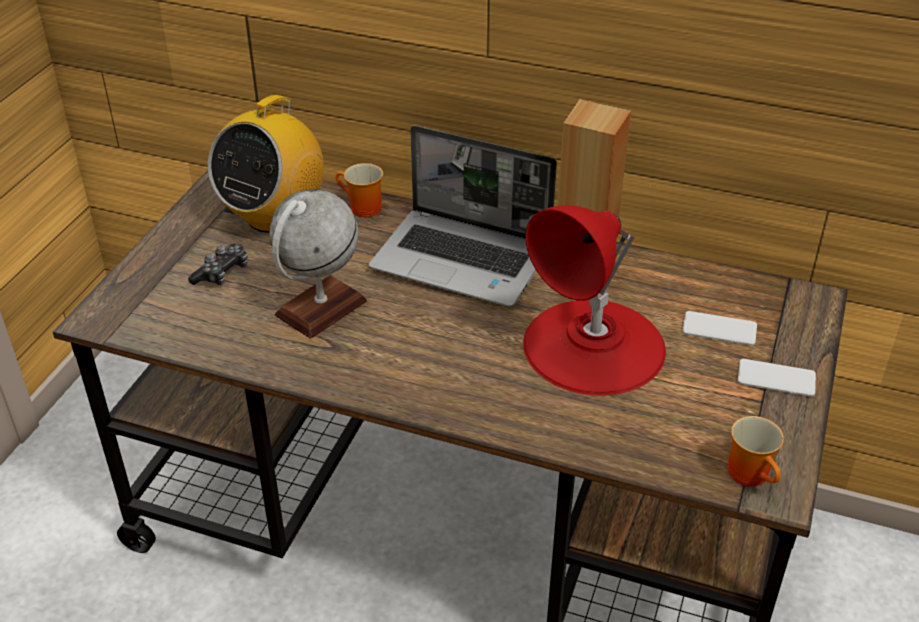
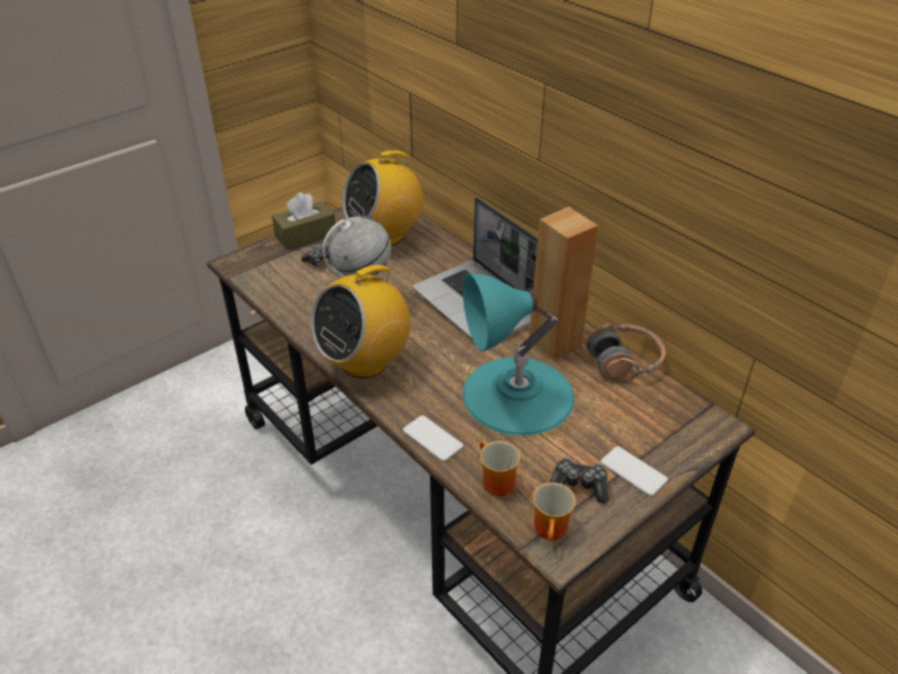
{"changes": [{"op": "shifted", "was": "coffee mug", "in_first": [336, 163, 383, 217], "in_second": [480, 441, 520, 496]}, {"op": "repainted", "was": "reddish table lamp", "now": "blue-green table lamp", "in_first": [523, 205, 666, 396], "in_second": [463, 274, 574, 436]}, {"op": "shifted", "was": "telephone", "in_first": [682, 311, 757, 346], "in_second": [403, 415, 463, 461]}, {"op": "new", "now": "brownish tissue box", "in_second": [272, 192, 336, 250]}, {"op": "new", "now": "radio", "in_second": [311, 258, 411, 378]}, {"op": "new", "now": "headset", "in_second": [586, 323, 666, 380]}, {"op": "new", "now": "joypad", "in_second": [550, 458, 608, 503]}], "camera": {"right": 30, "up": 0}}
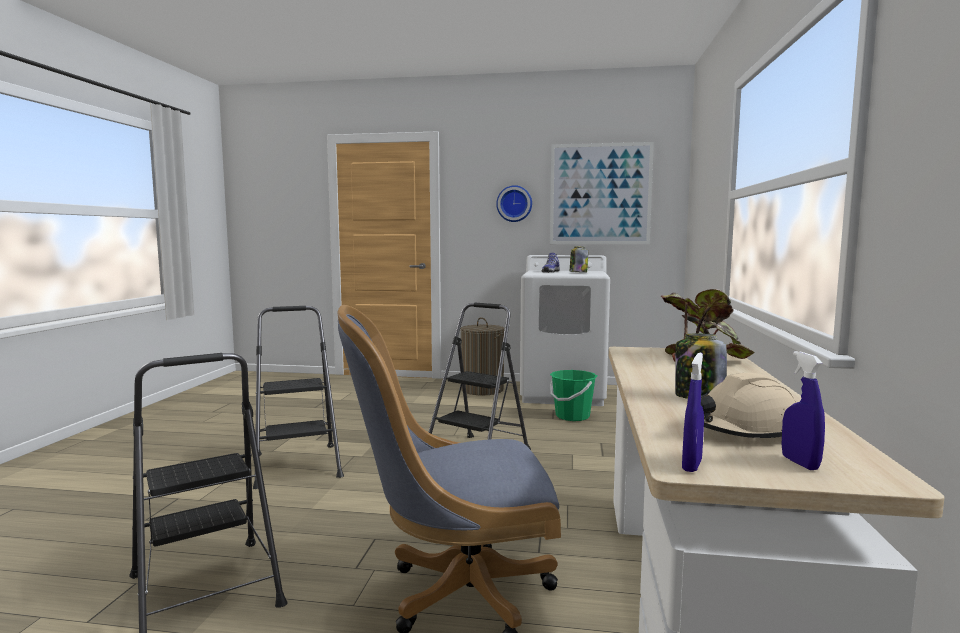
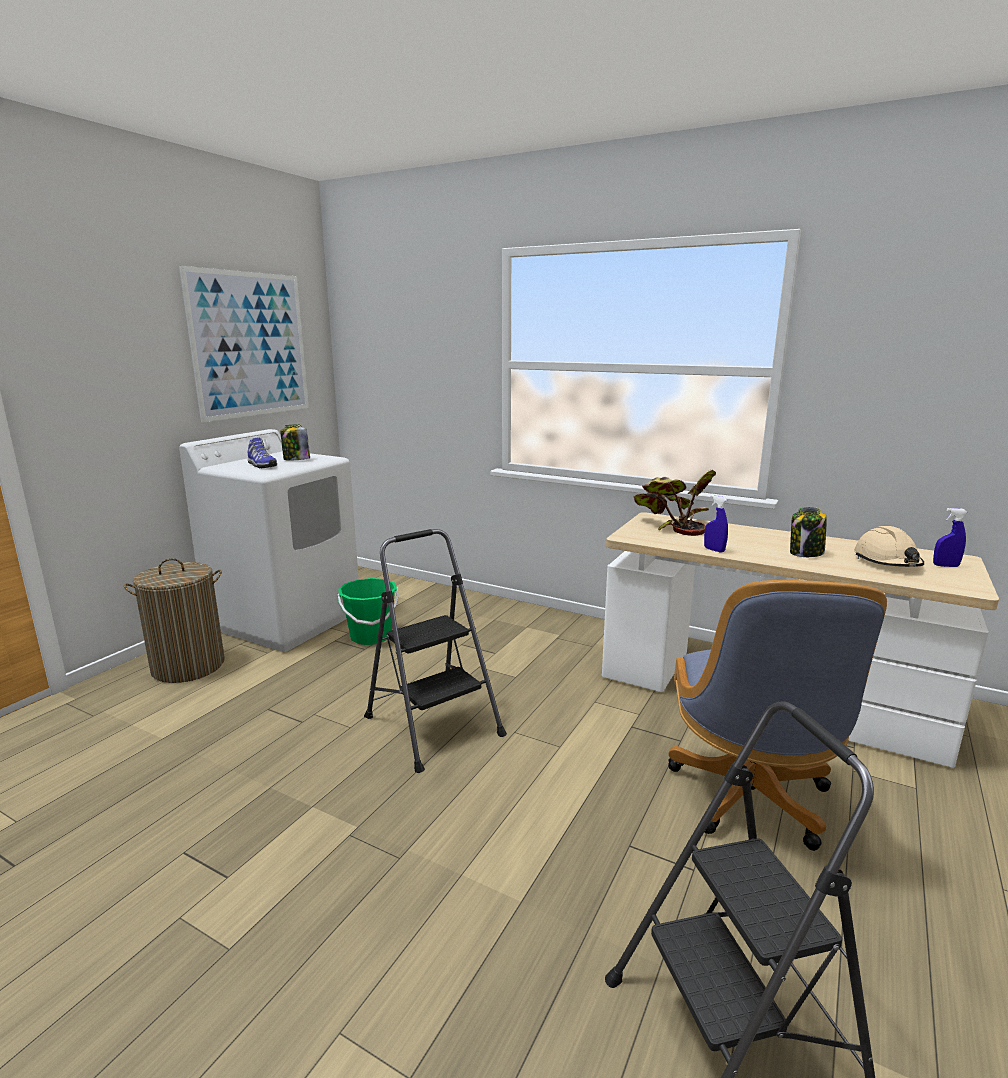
{"changes": [{"op": "gone", "was": "clock on the wall", "in_first": [496, 185, 532, 222]}, {"op": "gone", "was": "black-coloured step stool", "in_first": [253, 306, 344, 489]}, {"op": "shifted", "was": "blue spray bottle", "in_first": [682, 353, 704, 472], "in_second": [704, 495, 728, 553]}], "camera": {"right": -70, "up": 10}}
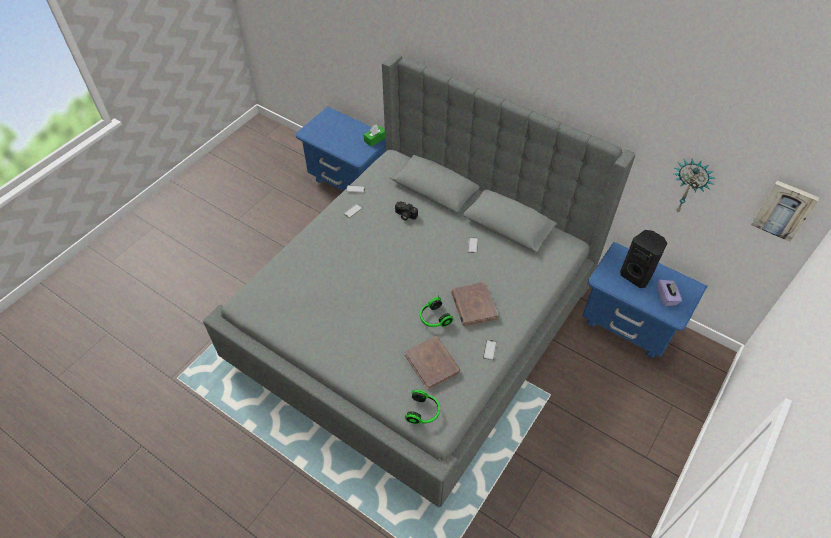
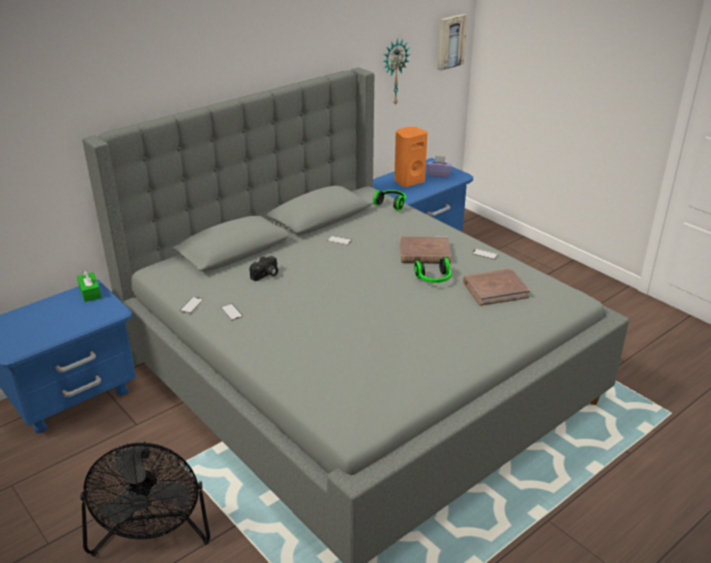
{"changes": [{"op": "repainted", "was": "black-coloured audio speaker", "now": "orangey audio speaker", "in_first": [620, 230, 667, 288], "in_second": [394, 127, 428, 187]}, {"op": "shifted", "was": "headset", "in_first": [405, 390, 440, 424], "in_second": [373, 190, 406, 211]}, {"op": "new", "now": "black-coloured electric fan", "in_second": [80, 441, 210, 557]}], "camera": {"right": -75, "up": -20}}
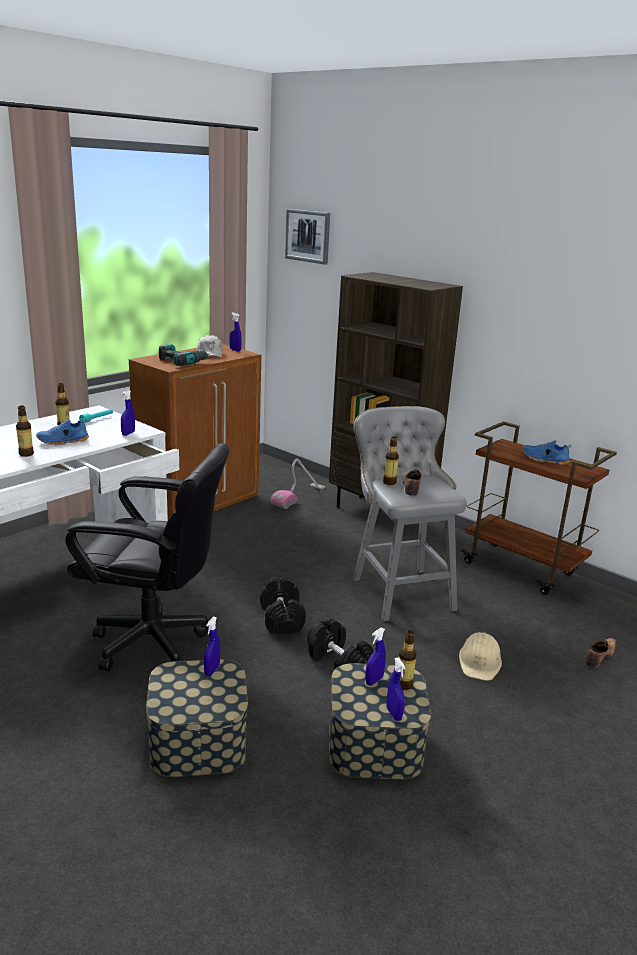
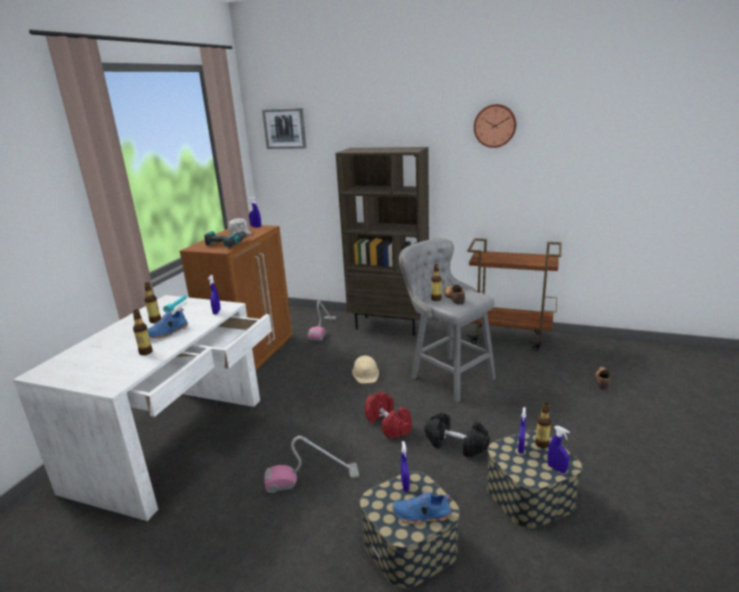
{"changes": [{"op": "shifted", "was": "blue item of footwear", "in_first": [523, 440, 571, 465], "in_second": [392, 492, 451, 524]}, {"op": "swapped", "was": "black-coloured desk chair", "now": "vacuum cleaner", "in_first": [65, 443, 230, 672], "in_second": [264, 436, 359, 493]}, {"op": "repainted", "was": "black-coloured dumbbell", "now": "reddish dumbbell", "in_first": [260, 577, 306, 634], "in_second": [365, 392, 412, 439]}, {"op": "shifted", "was": "beige safety helmet", "in_first": [459, 632, 502, 681], "in_second": [352, 355, 379, 384]}, {"op": "new", "now": "clock on the wall", "in_second": [474, 104, 517, 148]}], "camera": {"right": -20, "up": 0}}
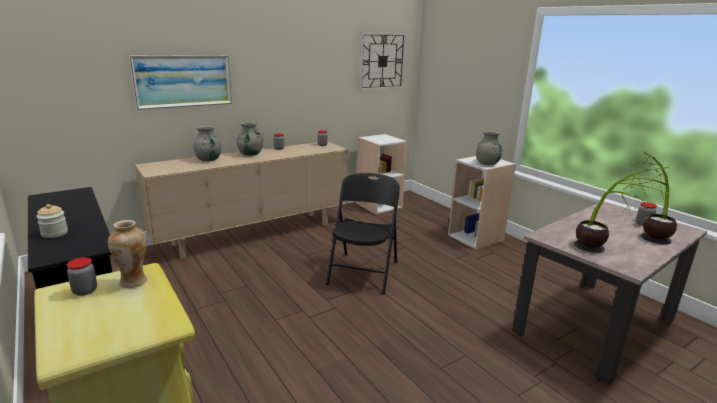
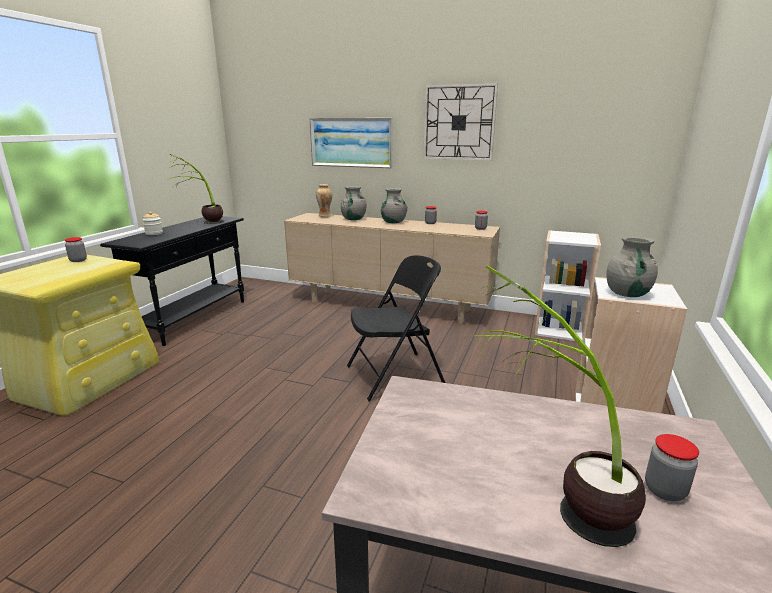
{"changes": [{"op": "shifted", "was": "clock on the wall", "in_first": [359, 32, 406, 90], "in_second": [423, 83, 498, 161]}, {"op": "shifted", "was": "potted plant", "in_first": [574, 167, 669, 253], "in_second": [168, 154, 224, 224]}, {"op": "shifted", "was": "flower vase", "in_first": [108, 220, 147, 288], "in_second": [316, 184, 332, 217]}], "camera": {"right": 55, "up": 0}}
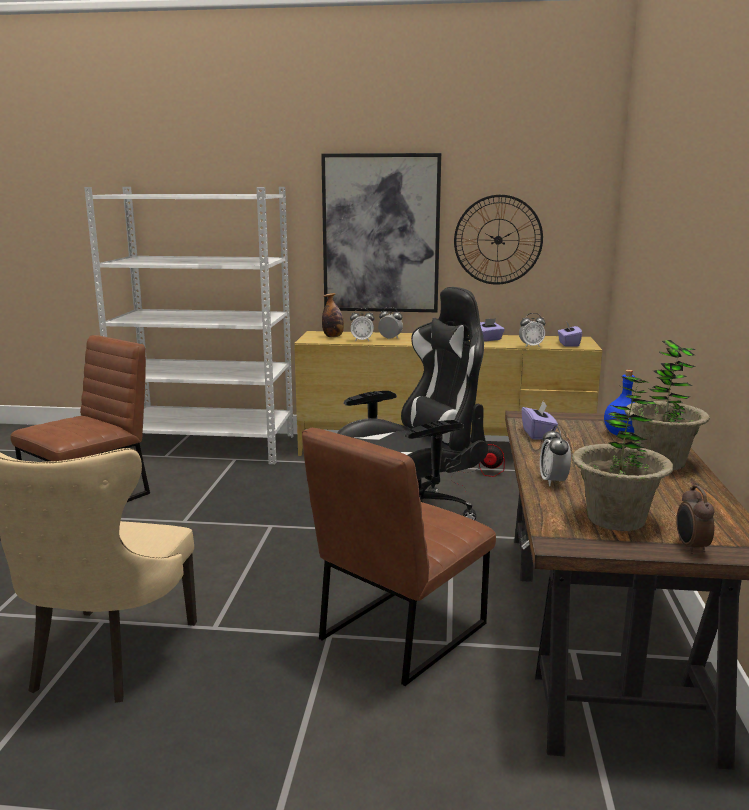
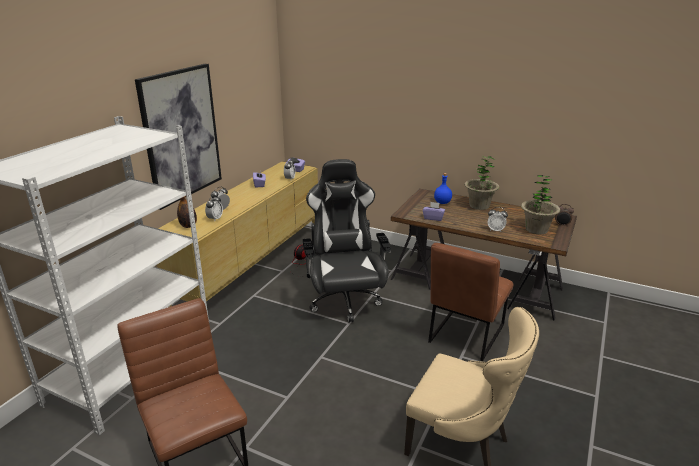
{"changes": [{"op": "gone", "was": "clock on the wall", "in_first": [454, 195, 543, 285]}, {"op": "rotated", "was": "brownish upright chair", "in_first": [302, 428, 496, 686], "in_second": [428, 243, 513, 361], "clockwise": 60}], "camera": {"right": -70, "up": 10}}
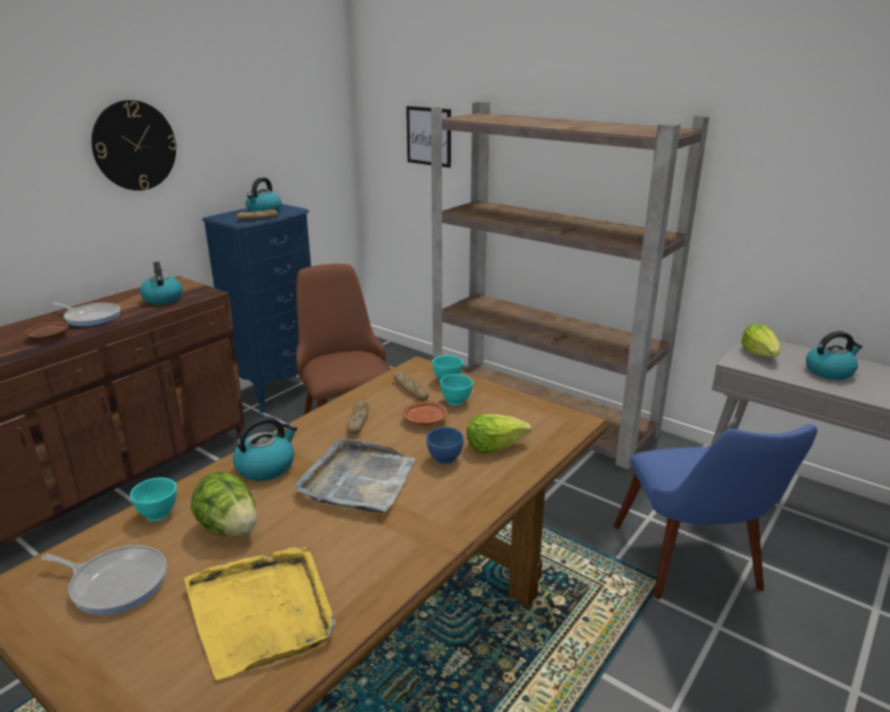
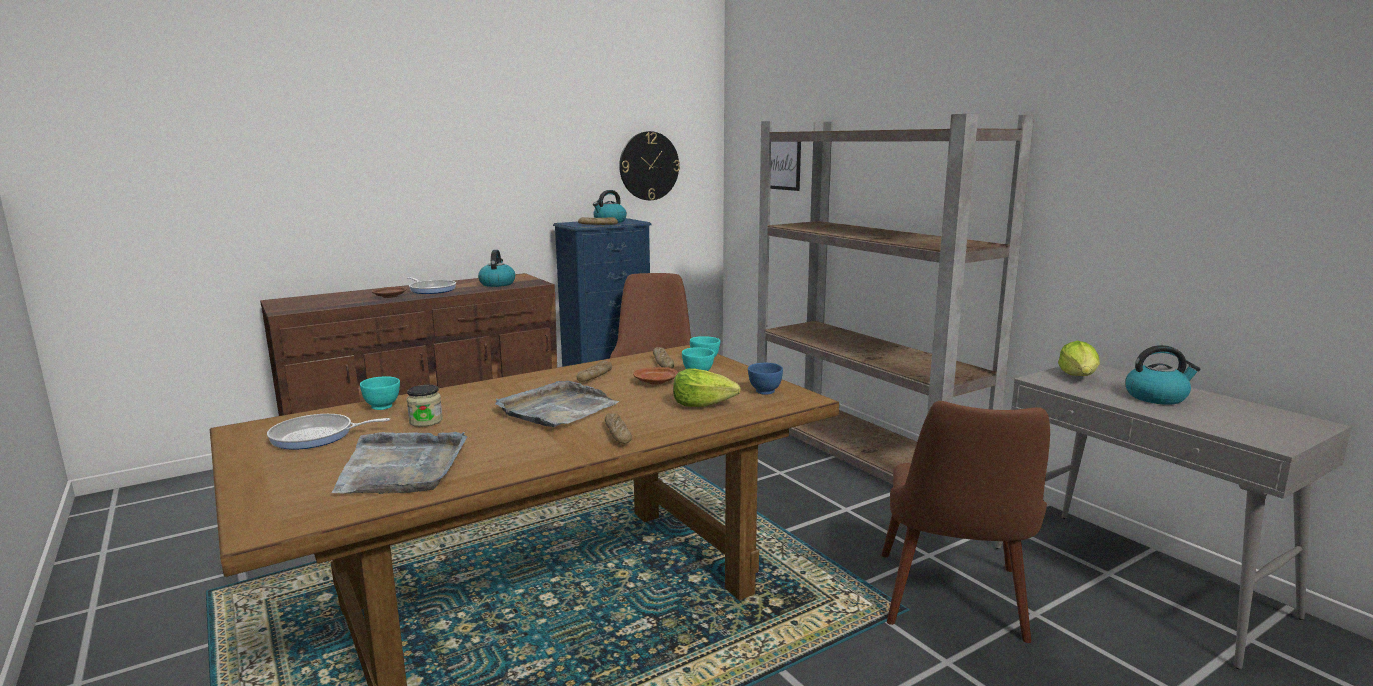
{"changes": [{"op": "shifted", "was": "clock on the wall", "in_first": [91, 100, 177, 191], "in_second": [619, 131, 680, 200]}, {"op": "gone", "was": "kettle", "in_first": [233, 416, 297, 481]}, {"op": "repainted", "was": "blue upright chair", "now": "brownish upright chair", "in_first": [614, 424, 817, 599], "in_second": [881, 401, 1050, 643]}, {"op": "shifted", "was": "blue bowl", "in_first": [426, 427, 464, 465], "in_second": [748, 363, 783, 395]}, {"op": "swapped", "was": "lettuce", "now": "jar", "in_first": [191, 472, 257, 537], "in_second": [407, 385, 443, 427]}, {"op": "rotated", "was": "skillet", "in_first": [41, 545, 167, 615], "in_second": [267, 414, 390, 450], "clockwise": 135}, {"op": "repainted", "was": "yellow-coloured serving tray", "now": "gray serving tray", "in_first": [184, 547, 336, 680], "in_second": [331, 432, 467, 494]}, {"op": "new", "now": "baked bread", "in_second": [605, 413, 632, 444]}], "camera": {"right": 20, "up": -10}}
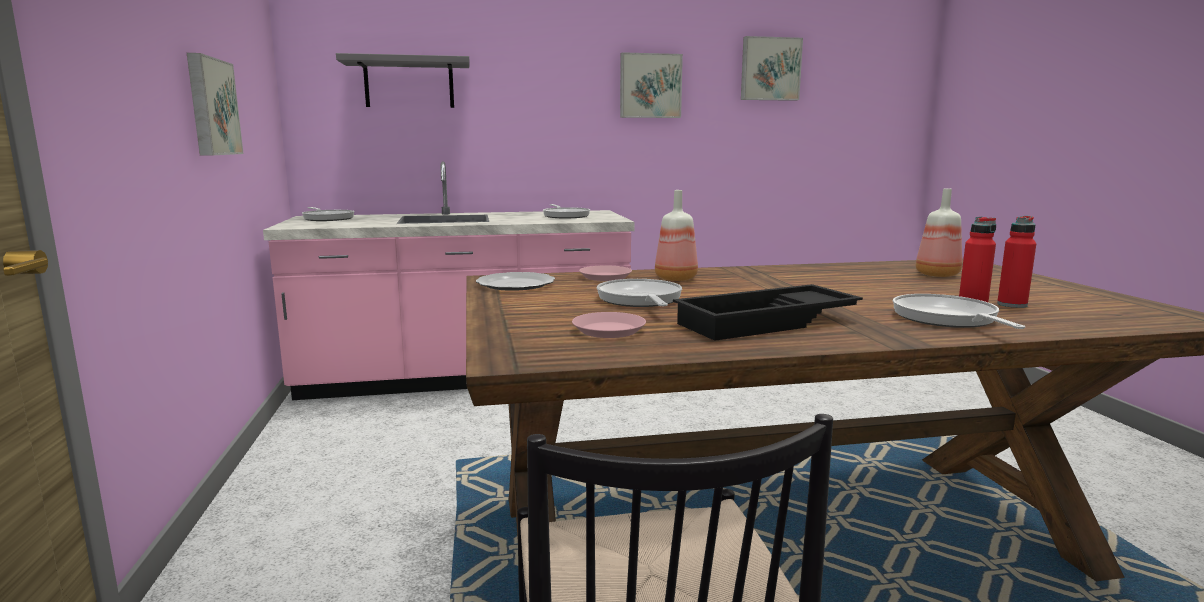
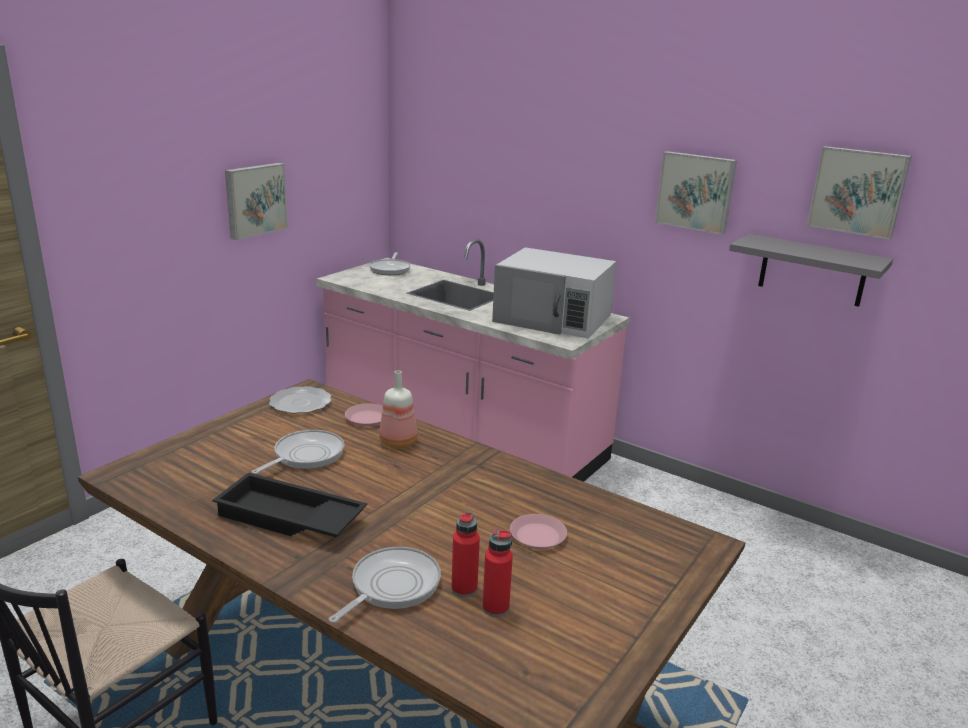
{"changes": [{"op": "shifted", "was": "gray shelf", "in_first": [336, 53, 470, 108], "in_second": [729, 234, 893, 307]}, {"op": "gone", "was": "drink bottle", "in_first": [916, 188, 962, 277]}, {"op": "swapped", "was": "skillet", "now": "white microwave", "in_first": [543, 204, 590, 218], "in_second": [492, 247, 616, 339]}, {"op": "shifted", "was": "pinkish dinner plate", "in_first": [572, 312, 646, 338], "in_second": [510, 514, 567, 549]}], "camera": {"right": 45, "up": 10}}
